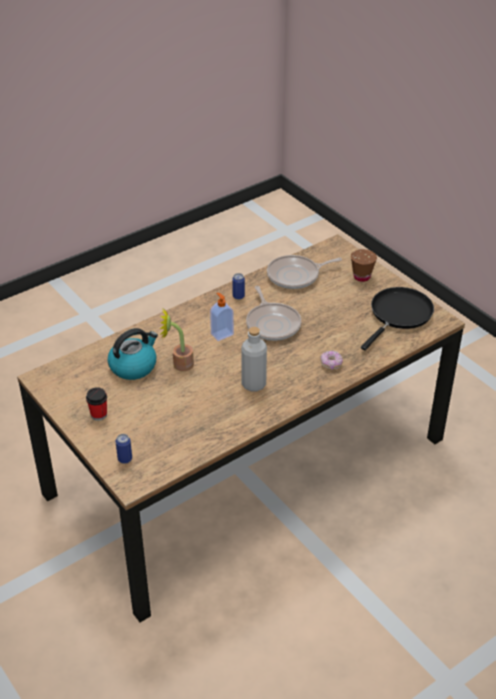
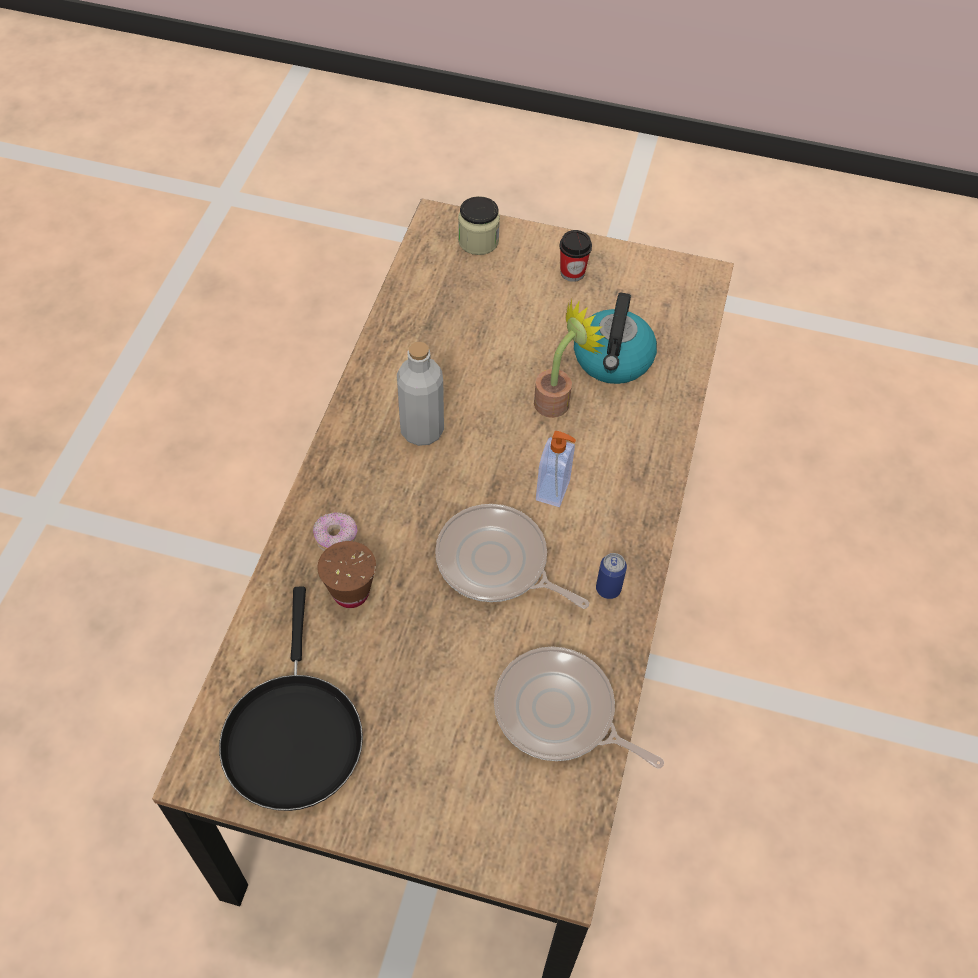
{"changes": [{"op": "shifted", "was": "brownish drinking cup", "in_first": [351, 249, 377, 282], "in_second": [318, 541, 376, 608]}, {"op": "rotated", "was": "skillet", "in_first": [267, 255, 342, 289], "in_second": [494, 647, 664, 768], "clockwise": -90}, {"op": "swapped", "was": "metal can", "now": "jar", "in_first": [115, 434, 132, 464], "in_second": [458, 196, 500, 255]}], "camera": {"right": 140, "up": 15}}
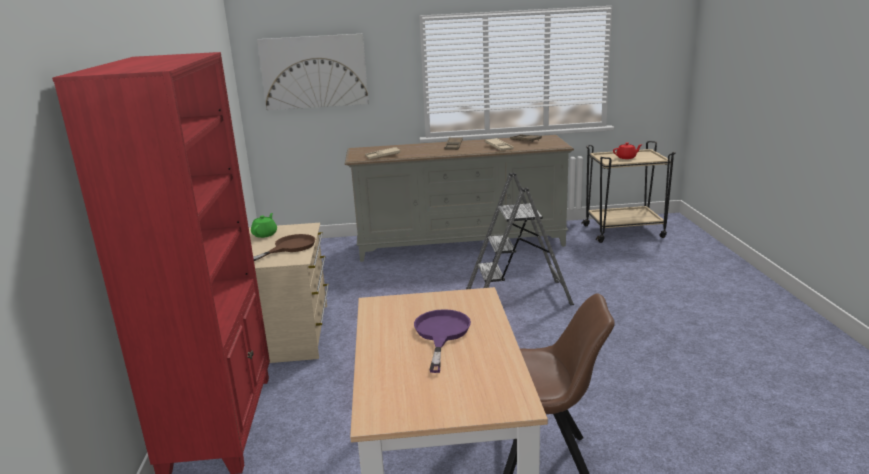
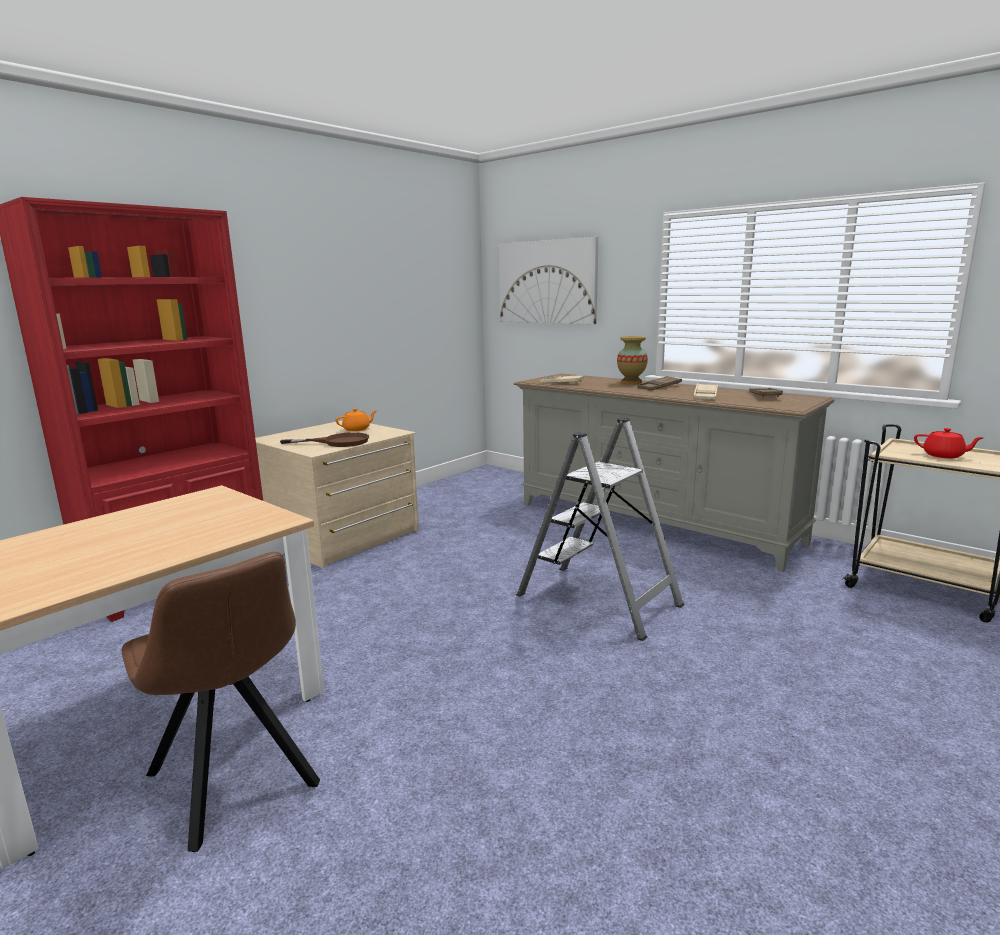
{"changes": [{"op": "repainted", "was": "green-coloured teapot", "now": "orangey teapot", "in_first": [251, 213, 277, 238], "in_second": [336, 408, 377, 431]}, {"op": "gone", "was": "purple skillet", "in_first": [414, 309, 471, 373]}, {"op": "new", "now": "flower vase", "in_second": [617, 336, 648, 385]}], "camera": {"right": 45, "up": -5}}
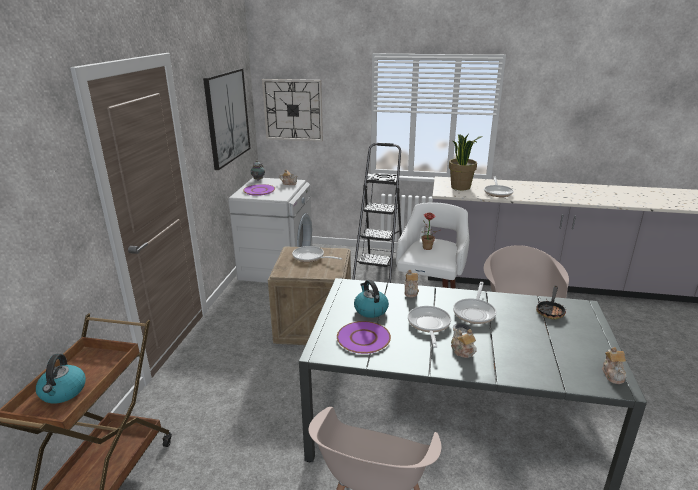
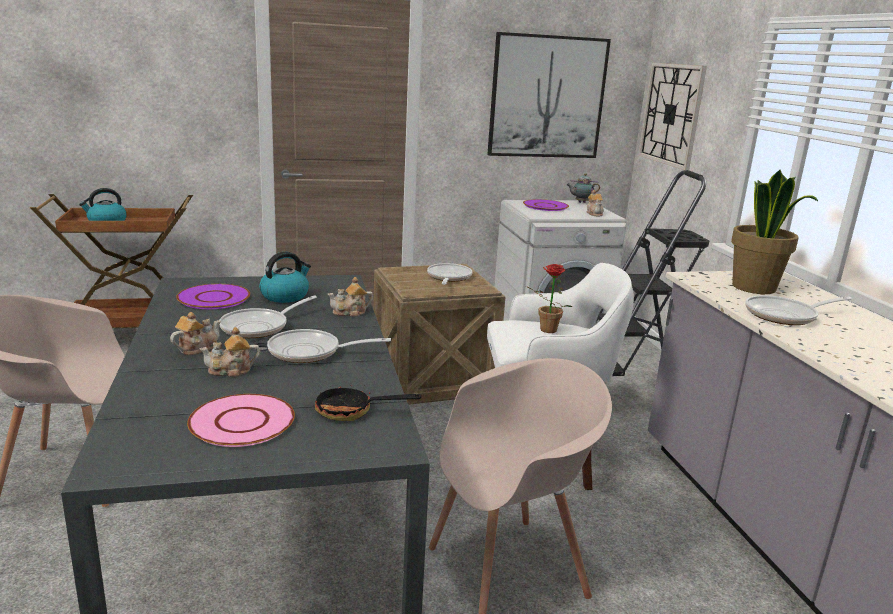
{"changes": [{"op": "rotated", "was": "skillet", "in_first": [408, 306, 451, 348], "in_second": [219, 295, 317, 338], "clockwise": 150}, {"op": "shifted", "was": "teapot", "in_first": [602, 347, 627, 384], "in_second": [199, 327, 260, 377]}, {"op": "new", "now": "pinkish dinner plate", "in_second": [187, 394, 295, 447]}], "camera": {"right": 65, "up": -5}}
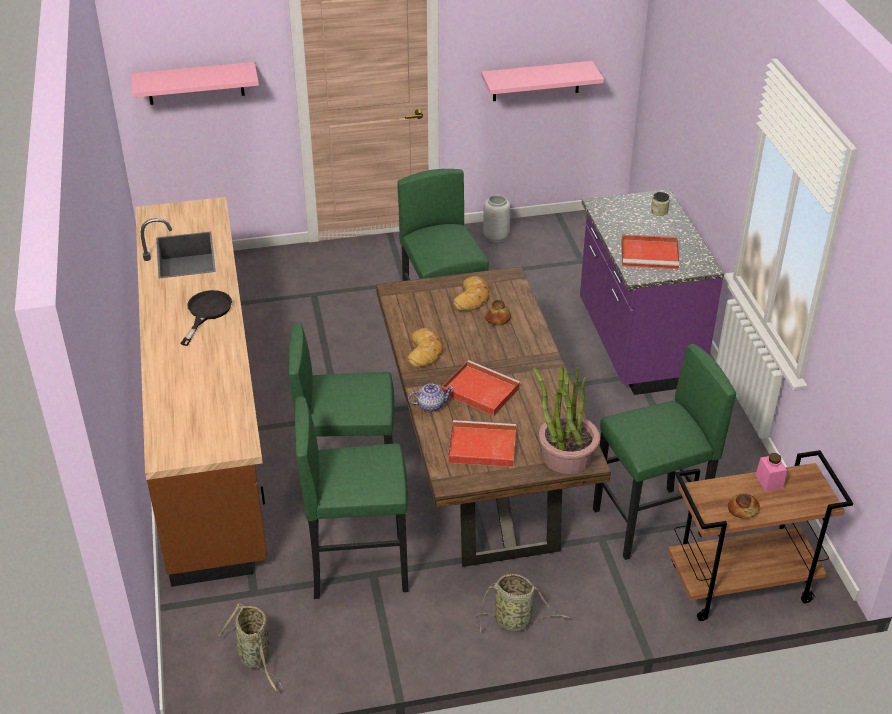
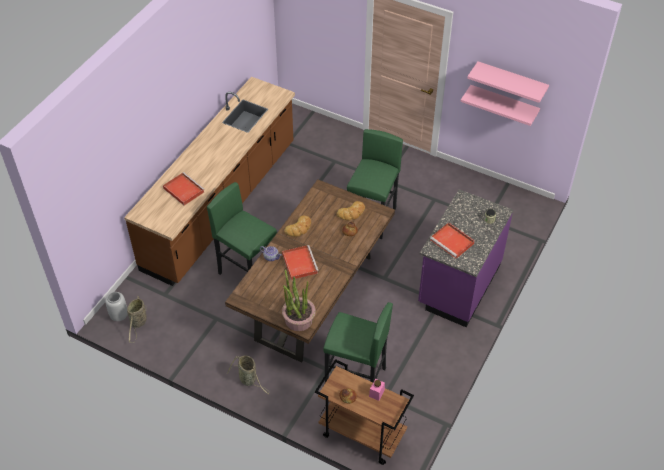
{"changes": [{"op": "shifted", "was": "pinkish shelf", "in_first": [132, 62, 259, 105], "in_second": [467, 61, 549, 103]}, {"op": "shifted", "was": "gray flower vase", "in_first": [483, 195, 511, 242], "in_second": [105, 292, 128, 321]}, {"op": "gone", "was": "black-coloured skillet", "in_first": [181, 290, 232, 346]}, {"op": "gone", "was": "green-coloured sitting stool", "in_first": [295, 397, 408, 599]}, {"op": "shifted", "was": "reddish serving tray", "in_first": [448, 420, 516, 467], "in_second": [163, 172, 204, 205]}], "camera": {"right": 40, "up": 10}}
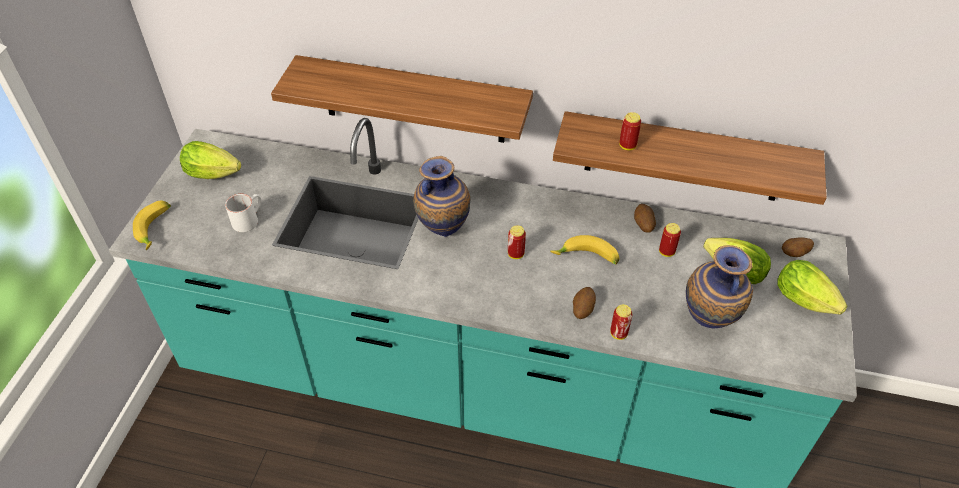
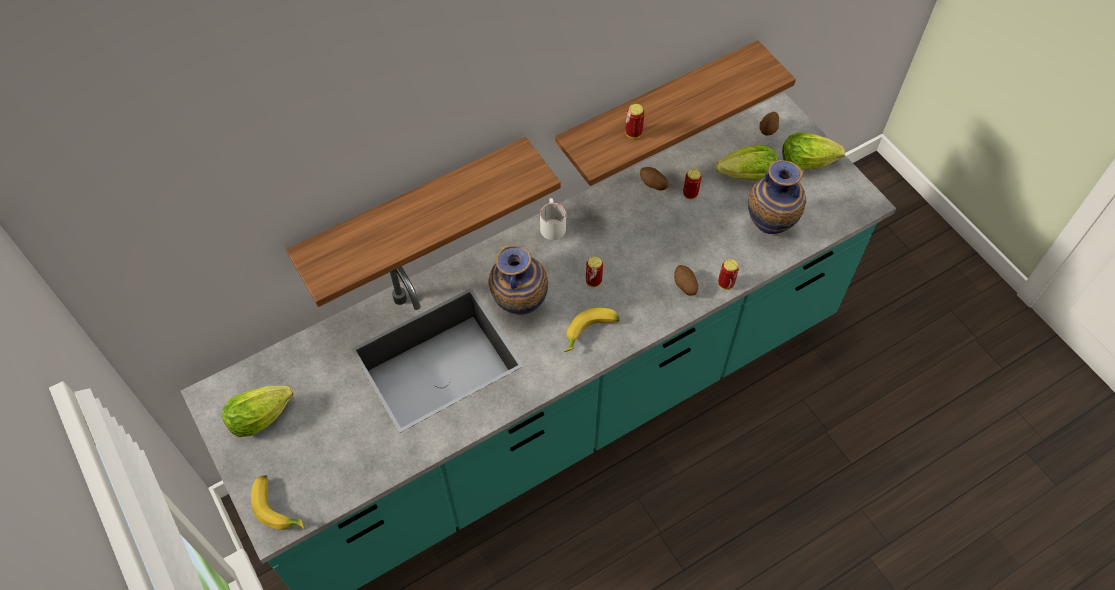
{"changes": [{"op": "shifted", "was": "white coffee mug", "in_first": [225, 194, 261, 232], "in_second": [540, 198, 566, 240]}, {"op": "shifted", "was": "banana", "in_first": [550, 235, 619, 265], "in_second": [564, 308, 620, 352]}], "camera": {"right": -45, "up": 10}}
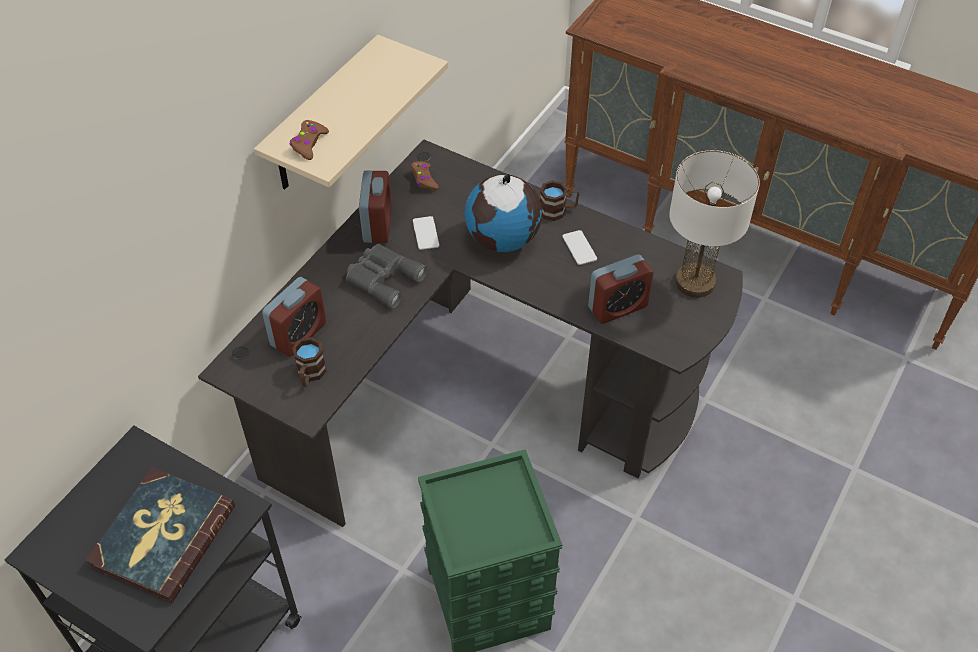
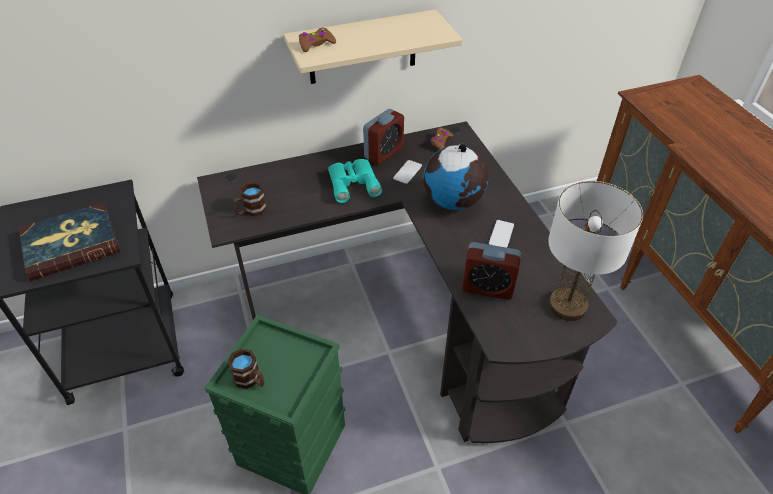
{"changes": [{"op": "shifted", "was": "brownish coffee mug", "in_first": [540, 180, 579, 221], "in_second": [228, 349, 265, 389]}, {"op": "repainted", "was": "gray binoculars", "now": "blue-green binoculars", "in_first": [346, 244, 428, 309], "in_second": [328, 159, 382, 203]}, {"op": "gone", "was": "bedside clock", "in_first": [262, 277, 326, 357]}], "camera": {"right": 40, "up": -5}}
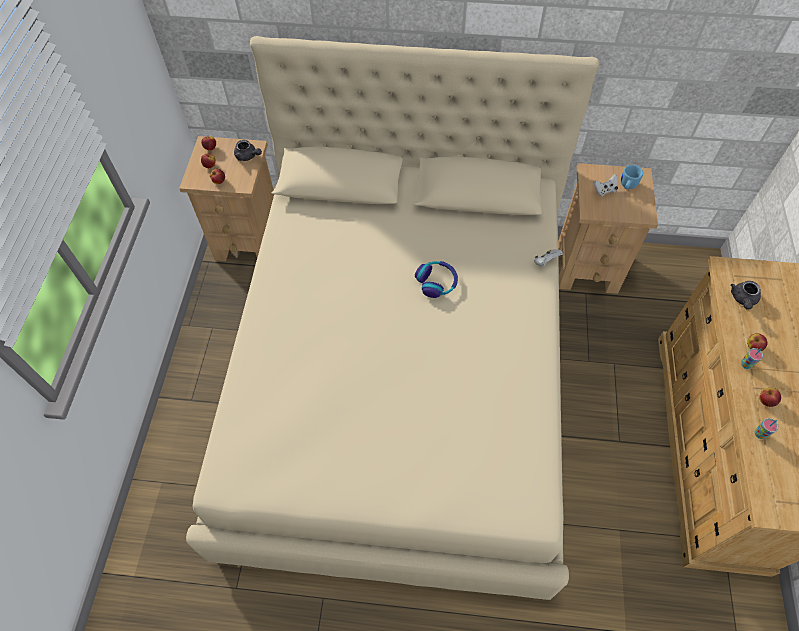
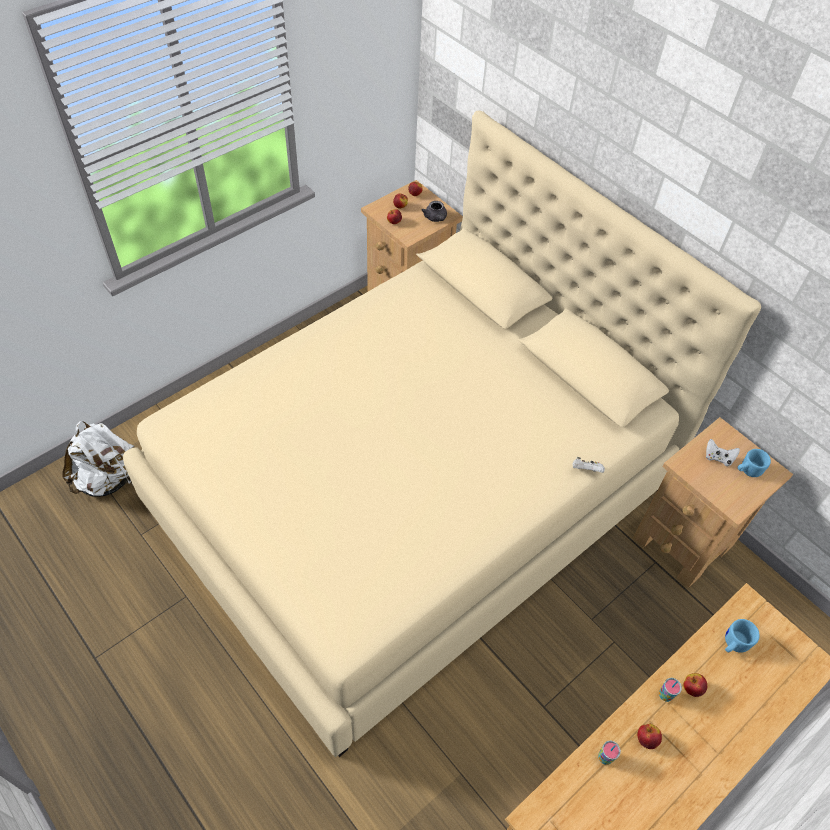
{"changes": [{"op": "gone", "was": "headset", "in_first": [415, 261, 458, 298]}, {"op": "swapped", "was": "gray teapot", "now": "blue coffee mug", "in_first": [731, 281, 761, 310], "in_second": [725, 619, 760, 653]}, {"op": "new", "now": "white rucksack", "in_second": [62, 420, 135, 497]}], "camera": {"right": 40, "up": -5}}
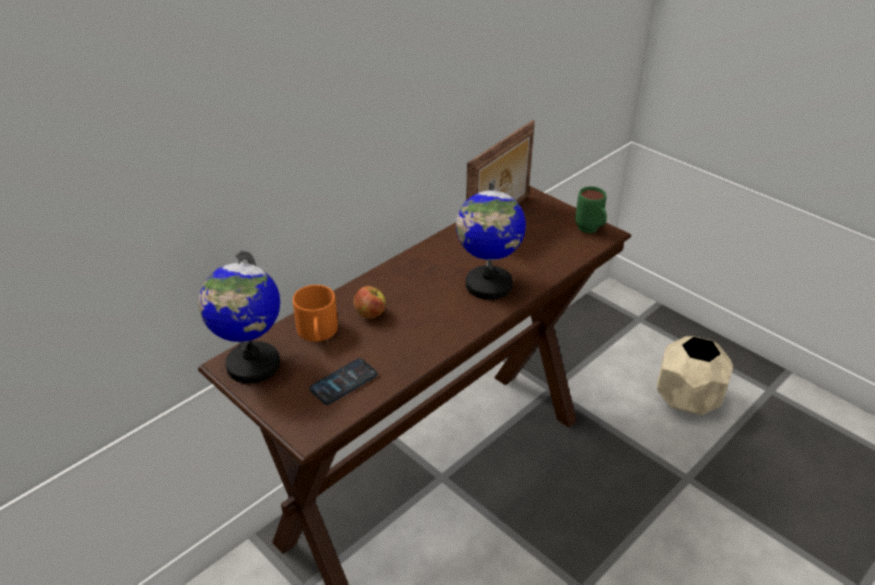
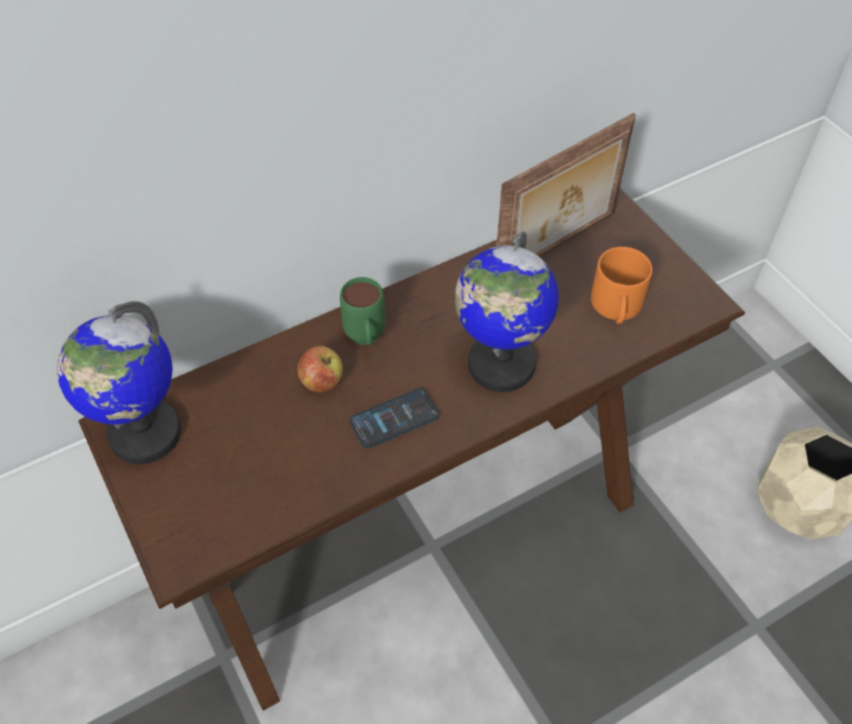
{"changes": [{"op": "shifted", "was": "green-coloured coffee mug", "in_first": [575, 186, 607, 233], "in_second": [340, 277, 385, 345]}, {"op": "shifted", "was": "orangey coffee mug", "in_first": [293, 285, 338, 342], "in_second": [591, 247, 653, 324]}, {"op": "shifted", "was": "telephone", "in_first": [310, 358, 377, 405], "in_second": [349, 388, 440, 449]}], "camera": {"right": 15, "up": 15}}
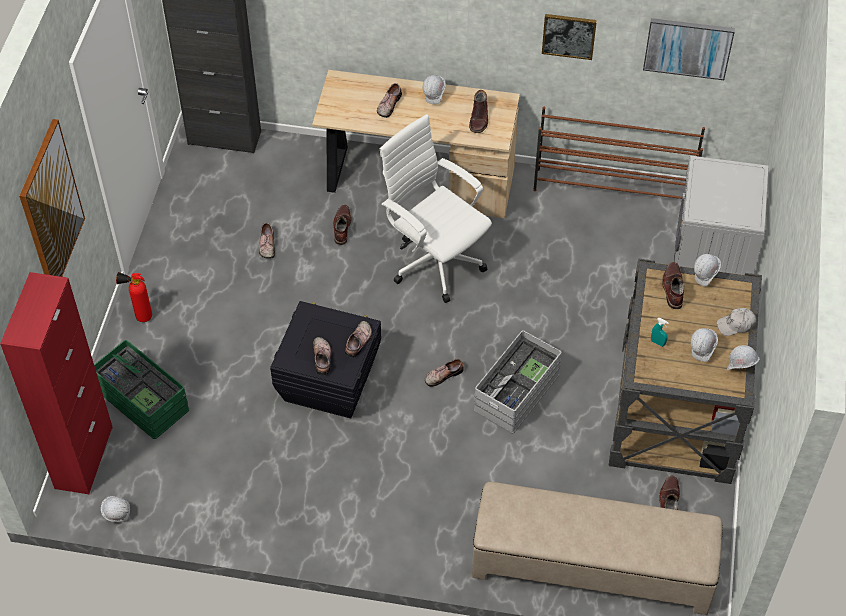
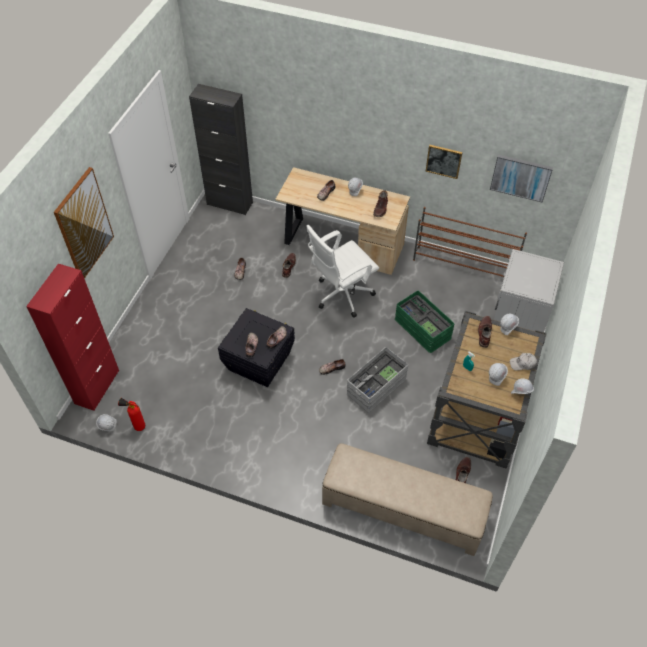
{"changes": [{"op": "rotated", "was": "white desk chair", "in_first": [380, 114, 492, 303], "in_second": [307, 225, 379, 318], "clockwise": -90}, {"op": "shifted", "was": "extinguisher", "in_first": [116, 272, 152, 322], "in_second": [118, 398, 145, 431]}, {"op": "shifted", "was": "green-coloured storage bin", "in_first": [94, 340, 189, 439], "in_second": [395, 291, 454, 353]}], "camera": {"right": 10, "up": 0}}
